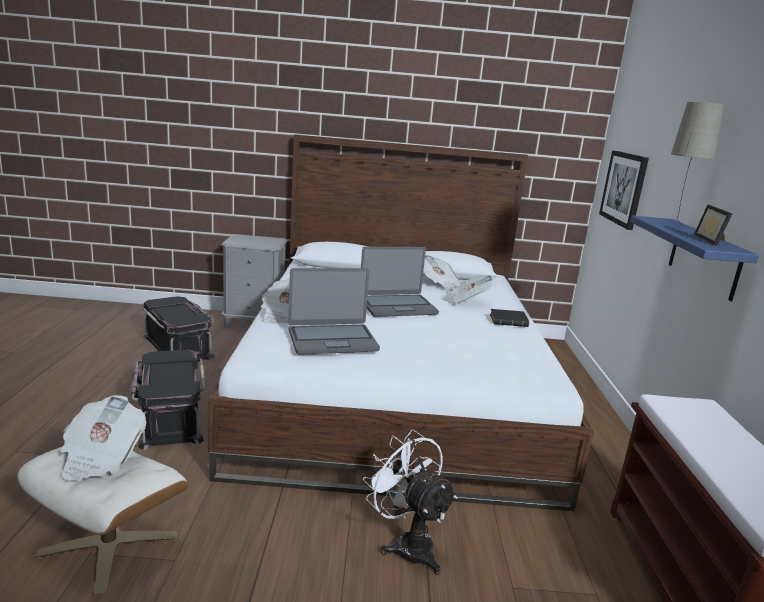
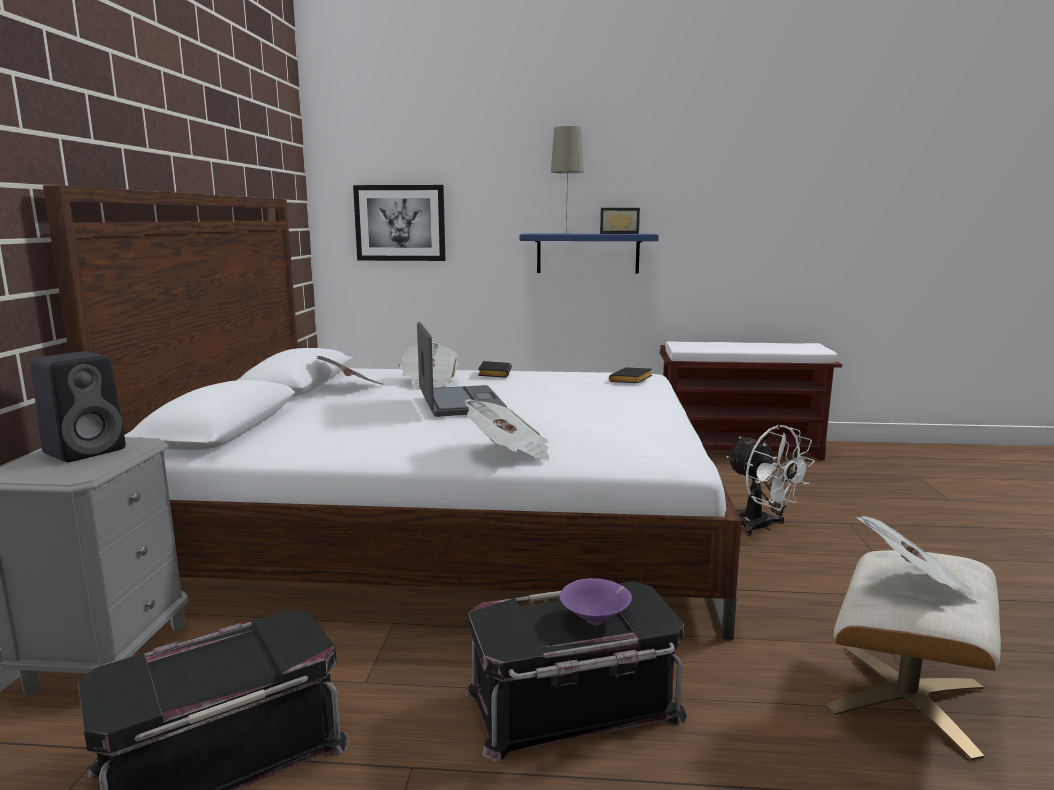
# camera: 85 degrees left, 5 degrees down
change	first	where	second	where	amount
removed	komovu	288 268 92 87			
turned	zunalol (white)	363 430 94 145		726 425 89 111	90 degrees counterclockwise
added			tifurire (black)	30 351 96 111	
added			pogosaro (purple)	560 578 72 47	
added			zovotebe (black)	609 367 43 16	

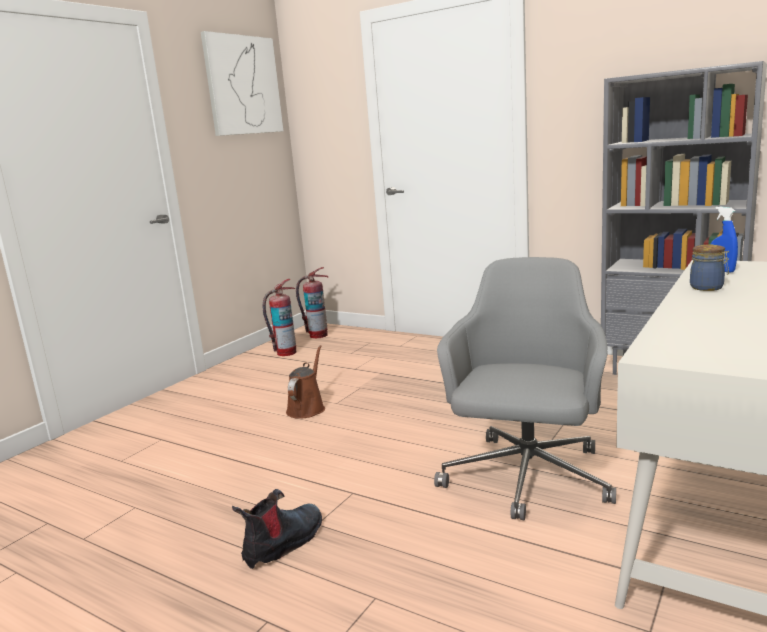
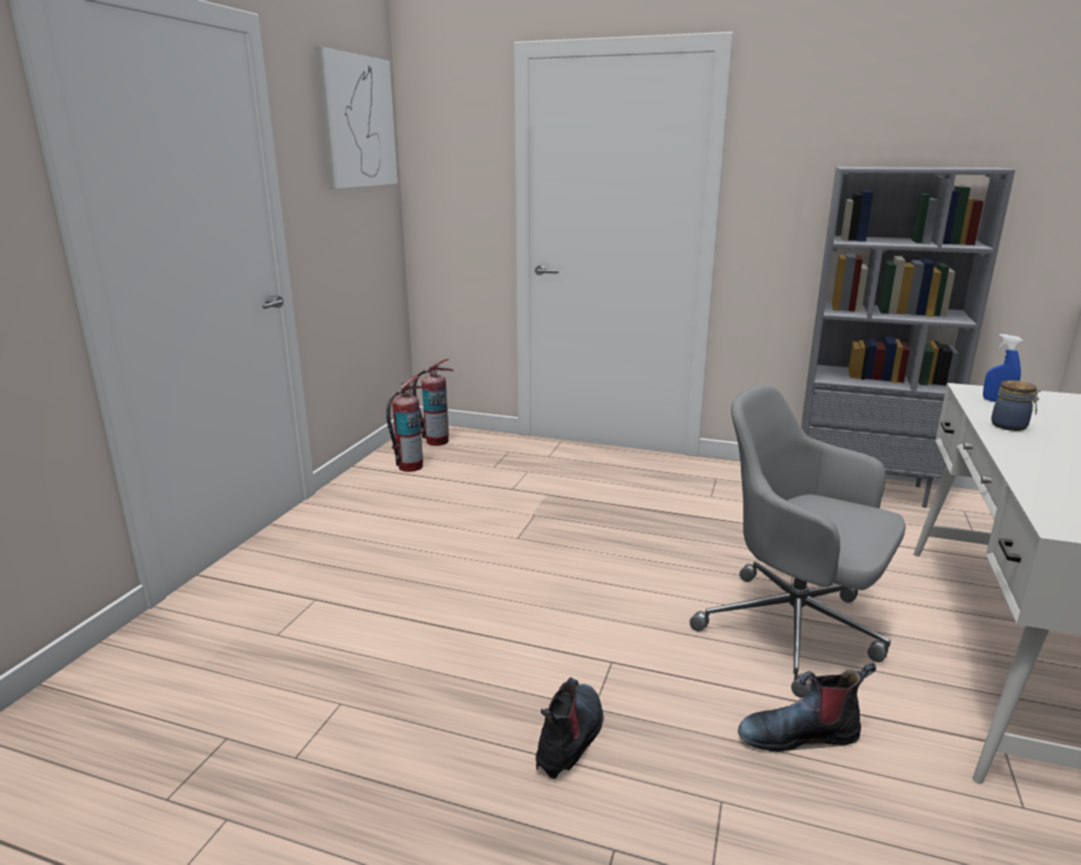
# camera: 15 degrees left, 5 degrees up
change	first	where	second	where	amount
removed	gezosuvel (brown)	286 345 39 74			
turned	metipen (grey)	434 257 182 263		690 385 216 313	60 degrees counterclockwise
added			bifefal	738 663 138 89	

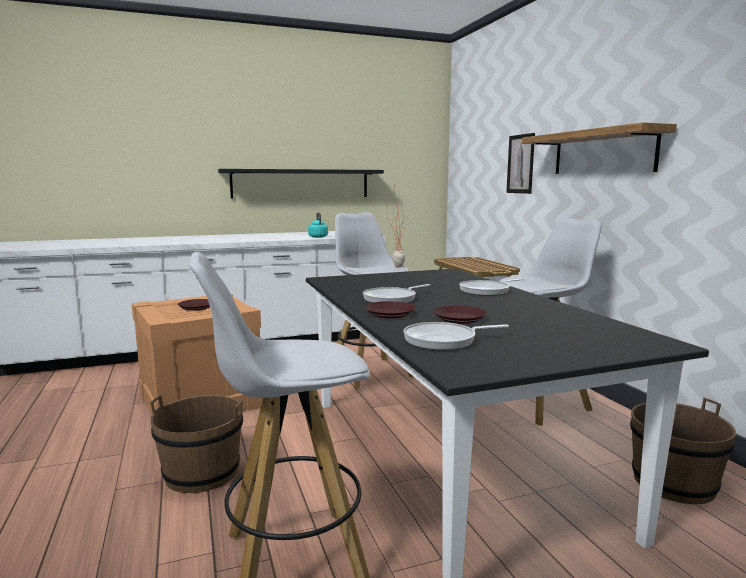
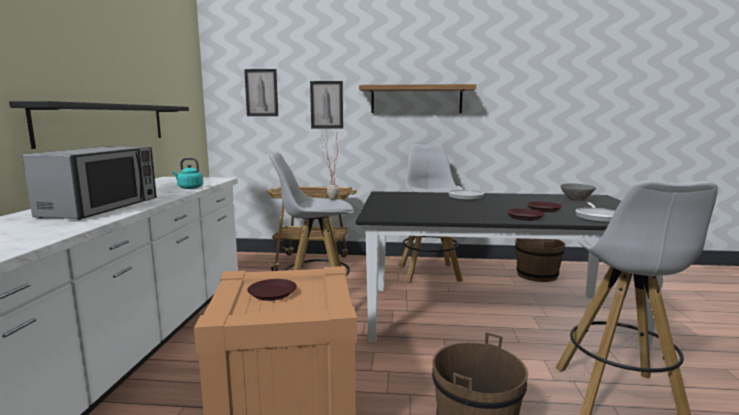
# camera: 65 degrees left, 0 degrees up
change	first	where	second	where	amount
removed	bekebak	363 284 67 19			
added			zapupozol	23 146 134 74	
added			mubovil	244 69 34 47	
added			pogosaro (grey)	560 184 36 17	

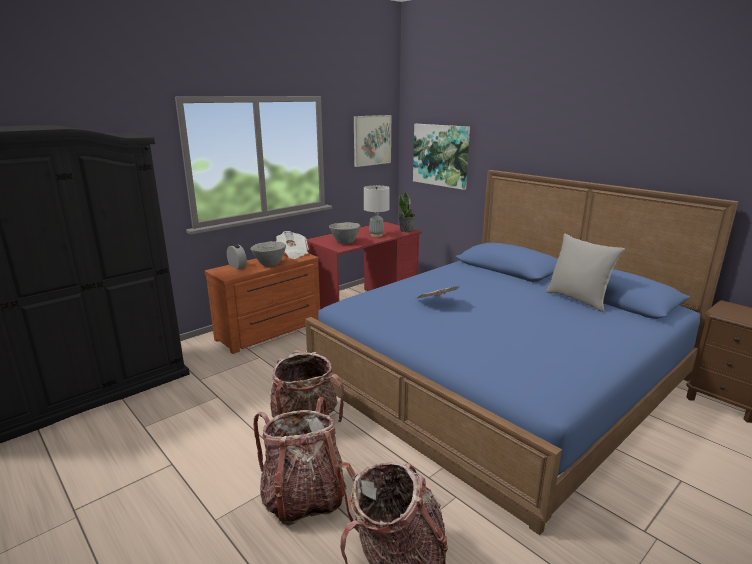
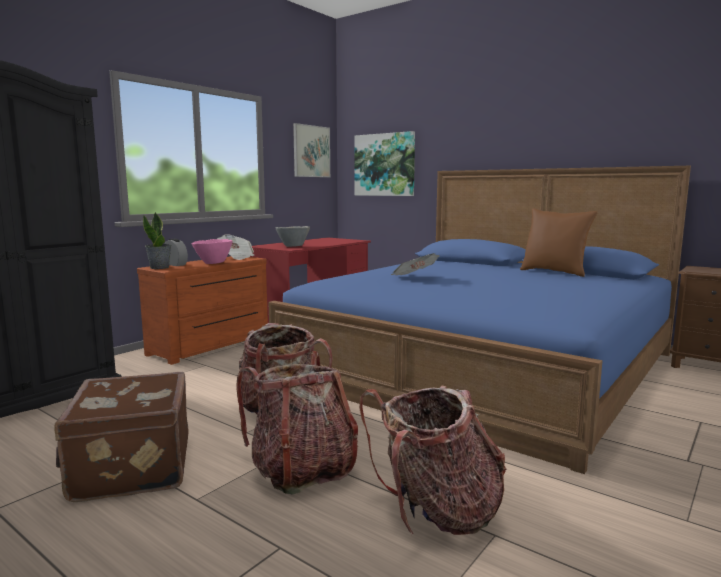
# camera: 10 degrees left, 10 degrees down
change	first	where	second	where	amount
recoloured	pogosaro (grey)	250 241 36 26	pogosaro (pink)	191 239 42 25	
removed	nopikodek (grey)	364 185 26 52			
moved	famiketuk	398 192 18 40		143 212 28 57	
recoloured	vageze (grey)	546 234 79 78	vageze (brown)	520 208 78 69	
added			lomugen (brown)	54 372 135 130	

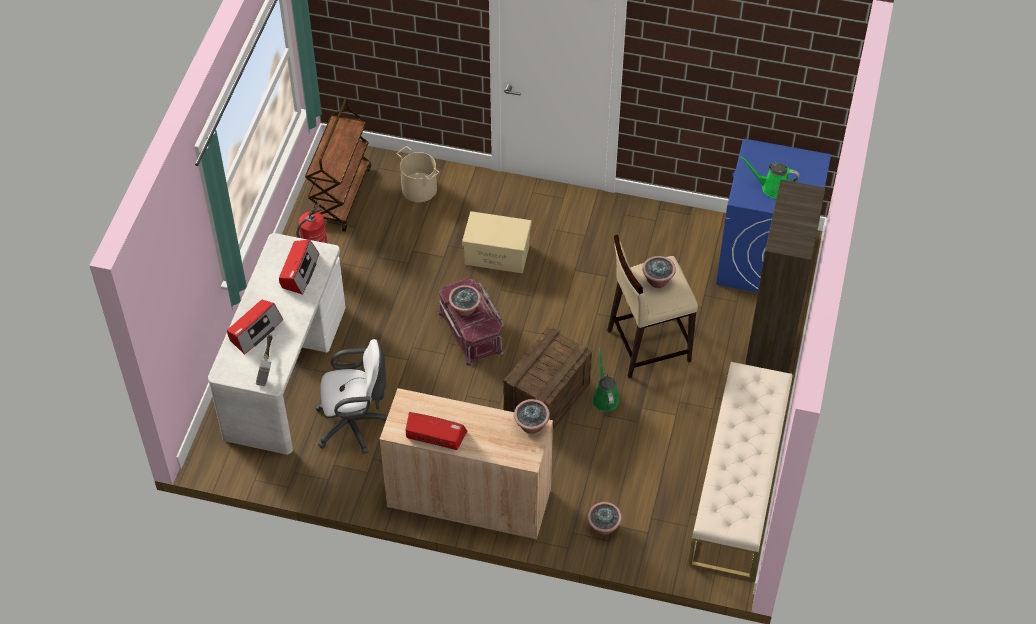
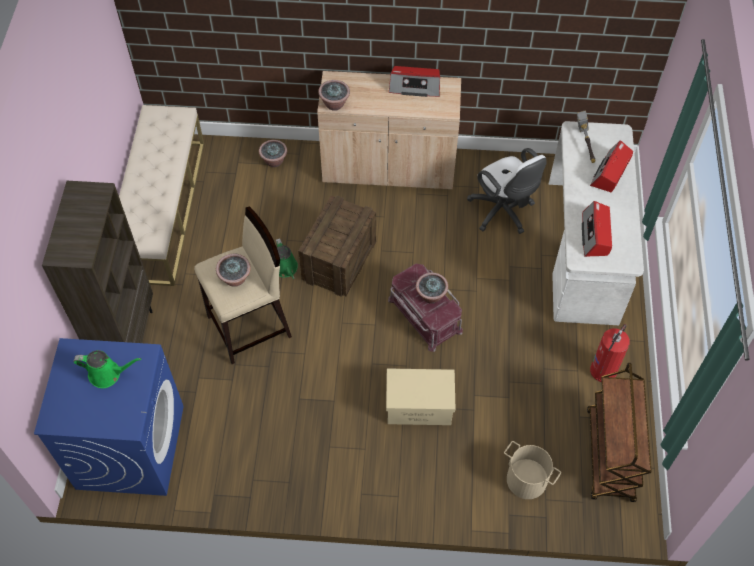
# camera: 170 degrees right, 5 degrees up
change	first	where	second	where	amount
turned	metipen (white)	316 339 71 115		467 148 80 86	105 degrees counterclockwise

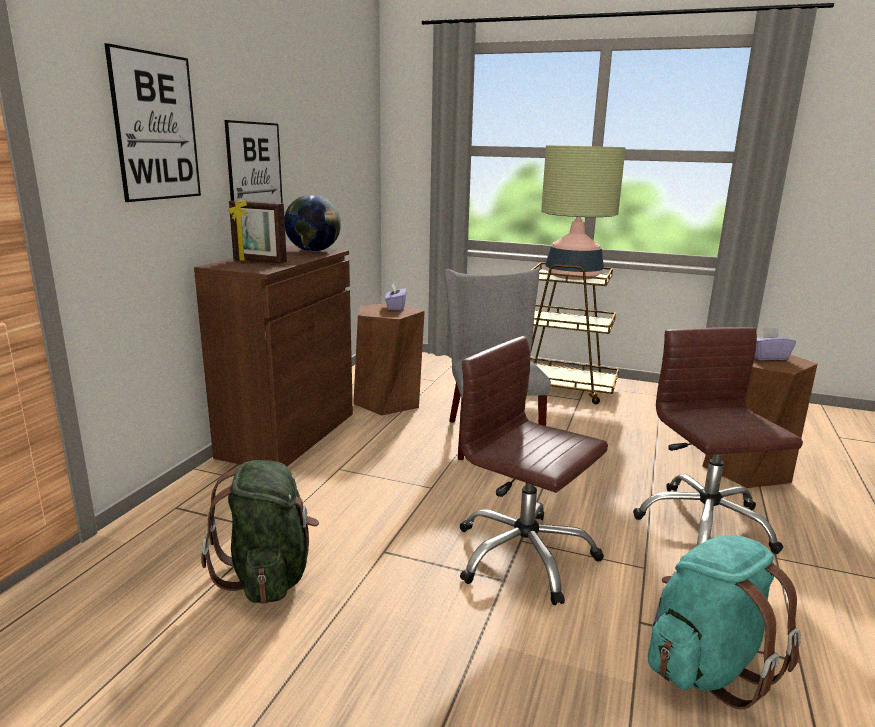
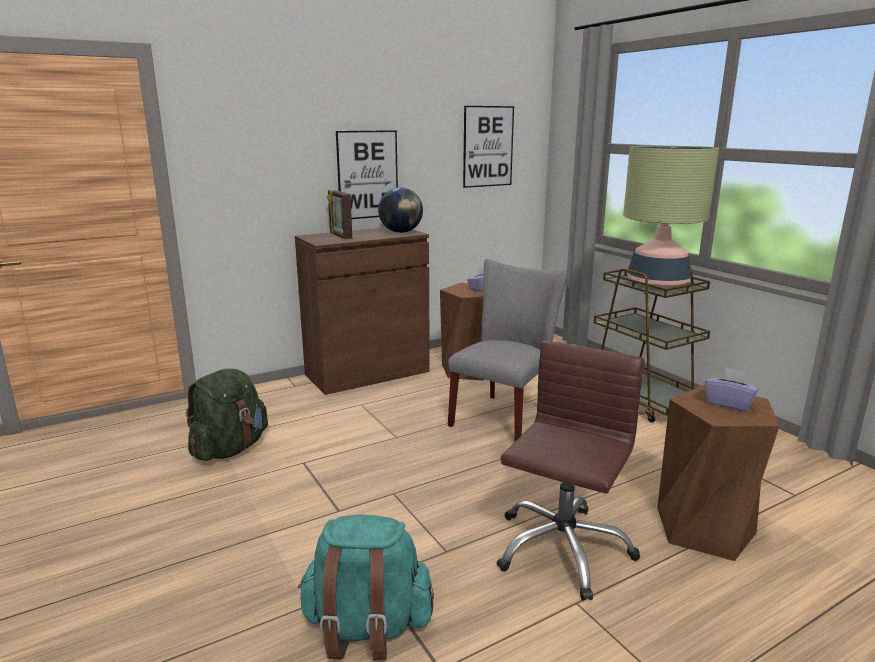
# camera: 40 degrees right, 0 degrees up
change	first	where	second	where	amount
moved	mubovil	104 43 97 159		463 106 51 82	
removed	metipen (brown)	460 336 148 269			

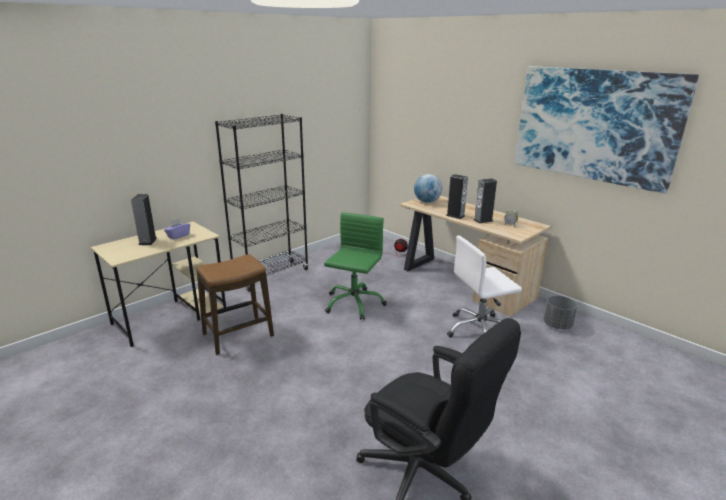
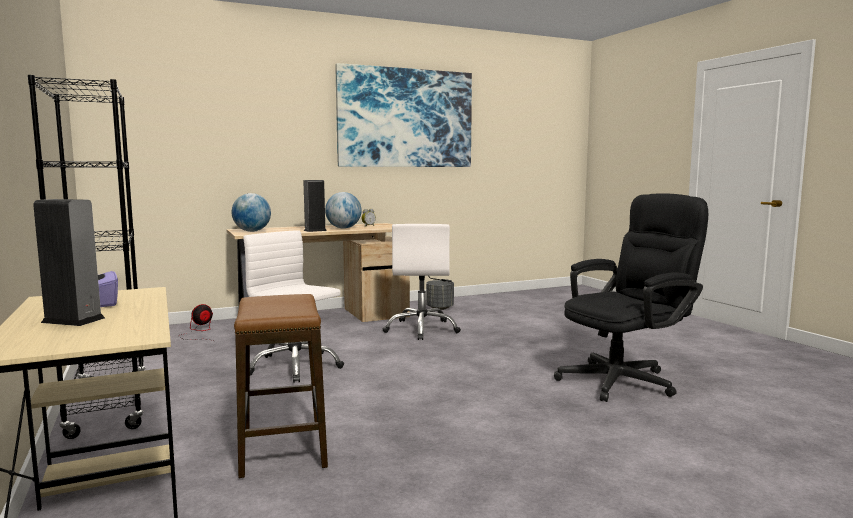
# camera: 70 degrees left, 15 degrees down
change	first	where	second	where	amount
recoloured	metipen (green)	324 212 63 108	metipen (white)	243 230 101 153	
replaced	tifurire	474 178 23 46	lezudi	325 192 37 37	

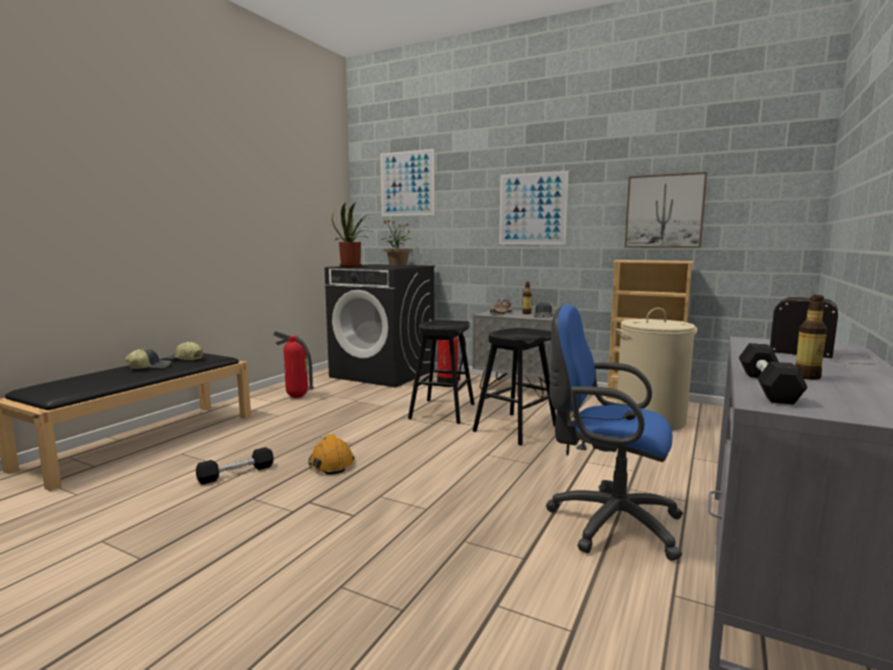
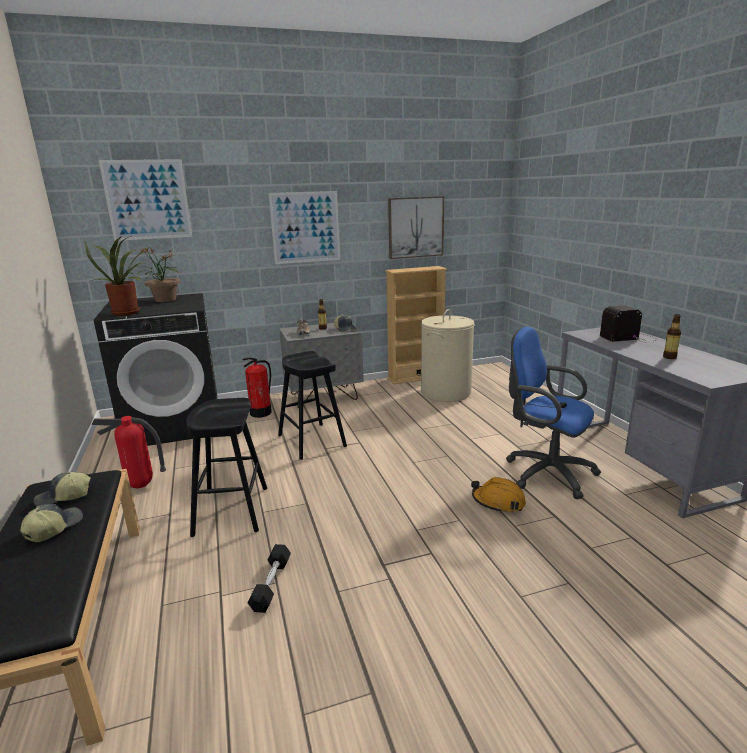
# camera: 45 degrees left, 10 degrees up
change	first	where	second	where	amount
moved	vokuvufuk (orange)	309 434 46 41		471 477 55 36	
moved	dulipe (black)	473 328 83 117		186 398 81 139	
turned	metipen (blue)	546 305 137 256		506 327 95 172	60 degrees clockwise
removed	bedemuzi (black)	739 343 69 62			

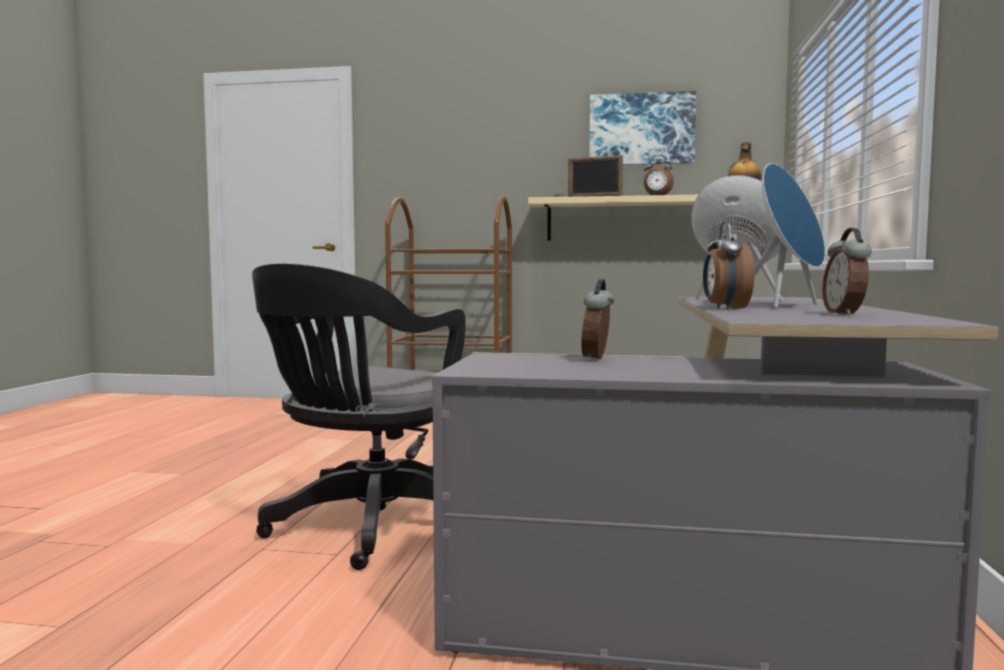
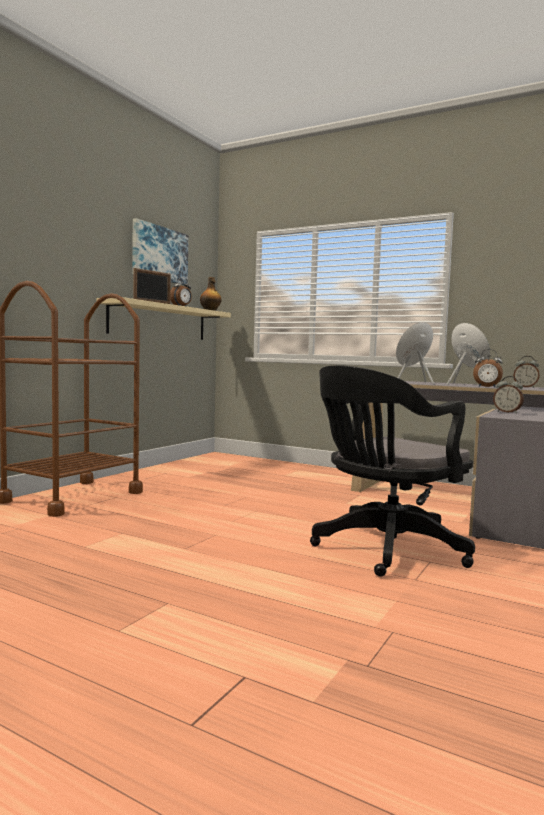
# camera: 70 degrees left, 0 degrees up
change	first	where	second	where	amount
turned	metipen (black)	252 263 214 307		310 365 165 212	90 degrees clockwise

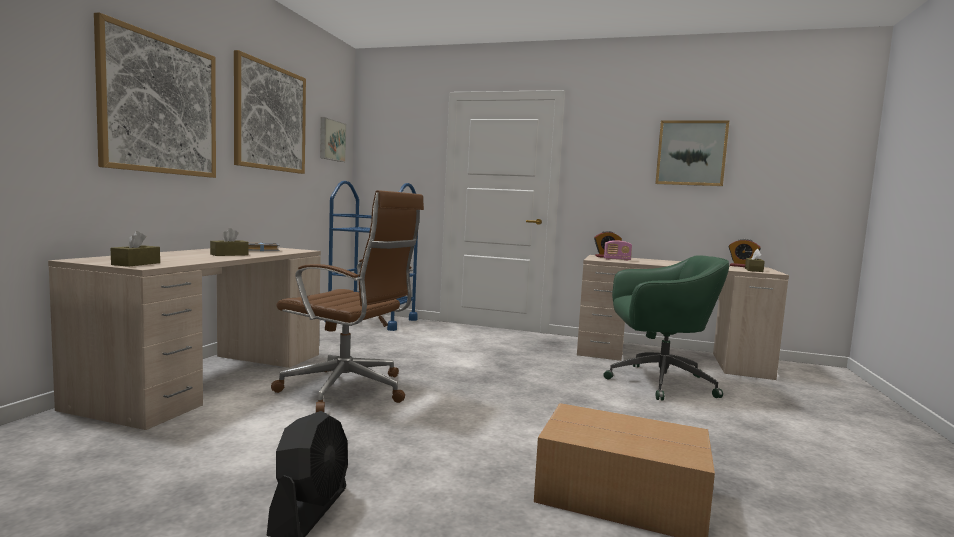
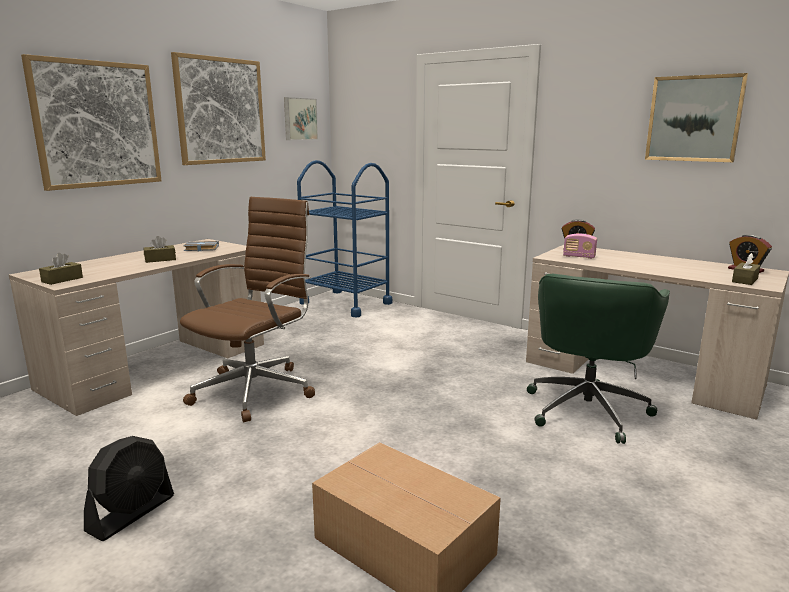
# camera: 20 degrees right, 10 degrees up
change	first	where	second	where	amount
turned	metipen (brown)	271 190 153 222		180 197 135 225	105 degrees counterclockwise
turned	metipen (green)	603 255 126 146		527 274 143 170	90 degrees clockwise

